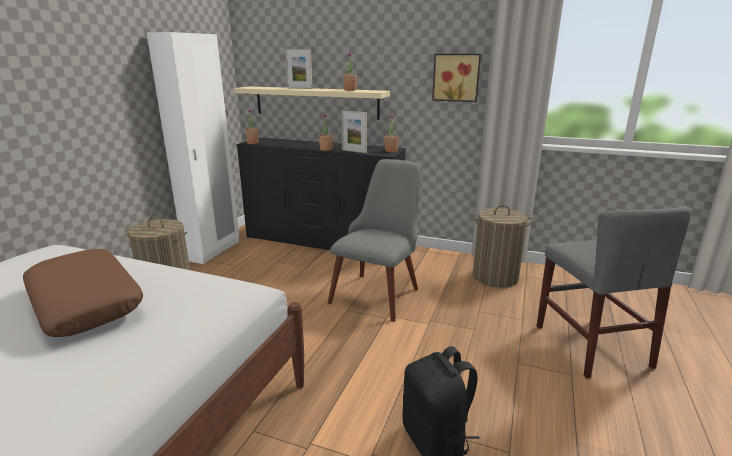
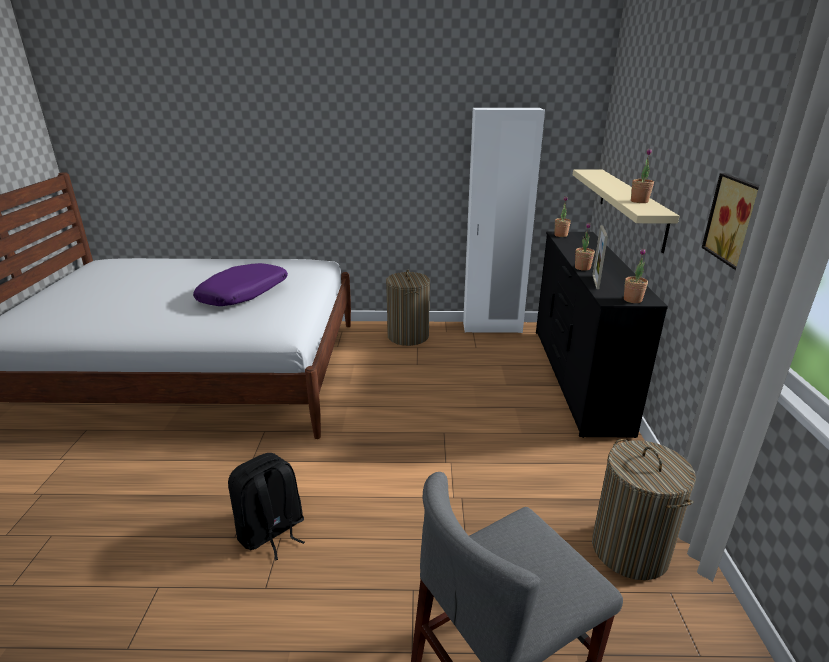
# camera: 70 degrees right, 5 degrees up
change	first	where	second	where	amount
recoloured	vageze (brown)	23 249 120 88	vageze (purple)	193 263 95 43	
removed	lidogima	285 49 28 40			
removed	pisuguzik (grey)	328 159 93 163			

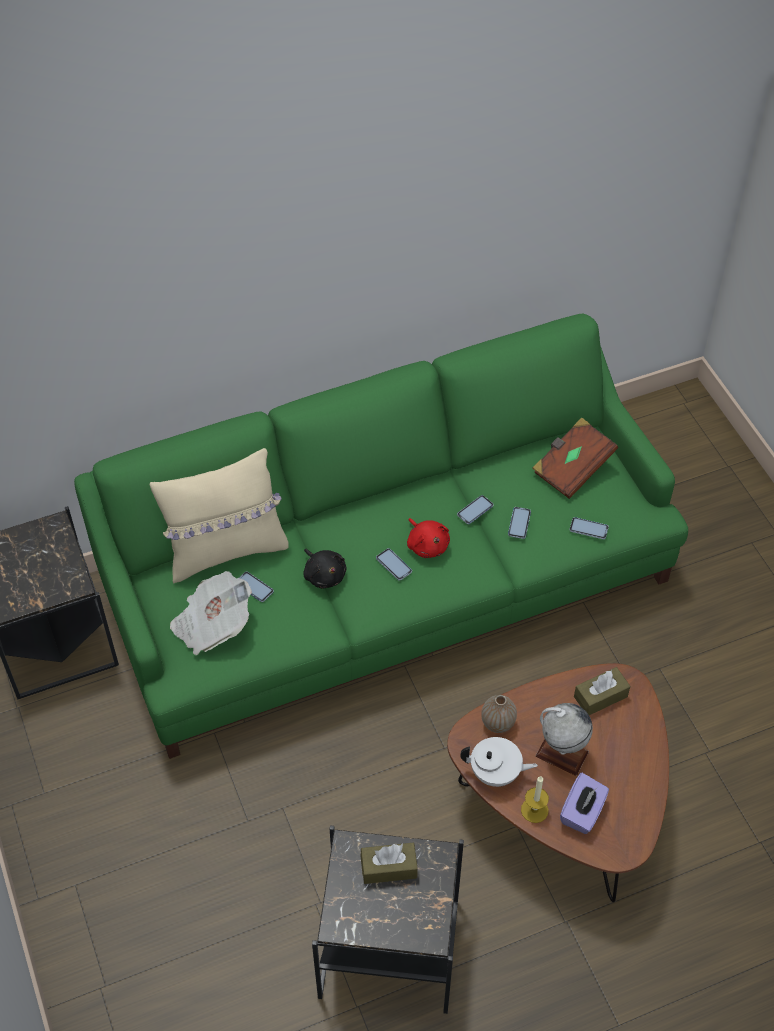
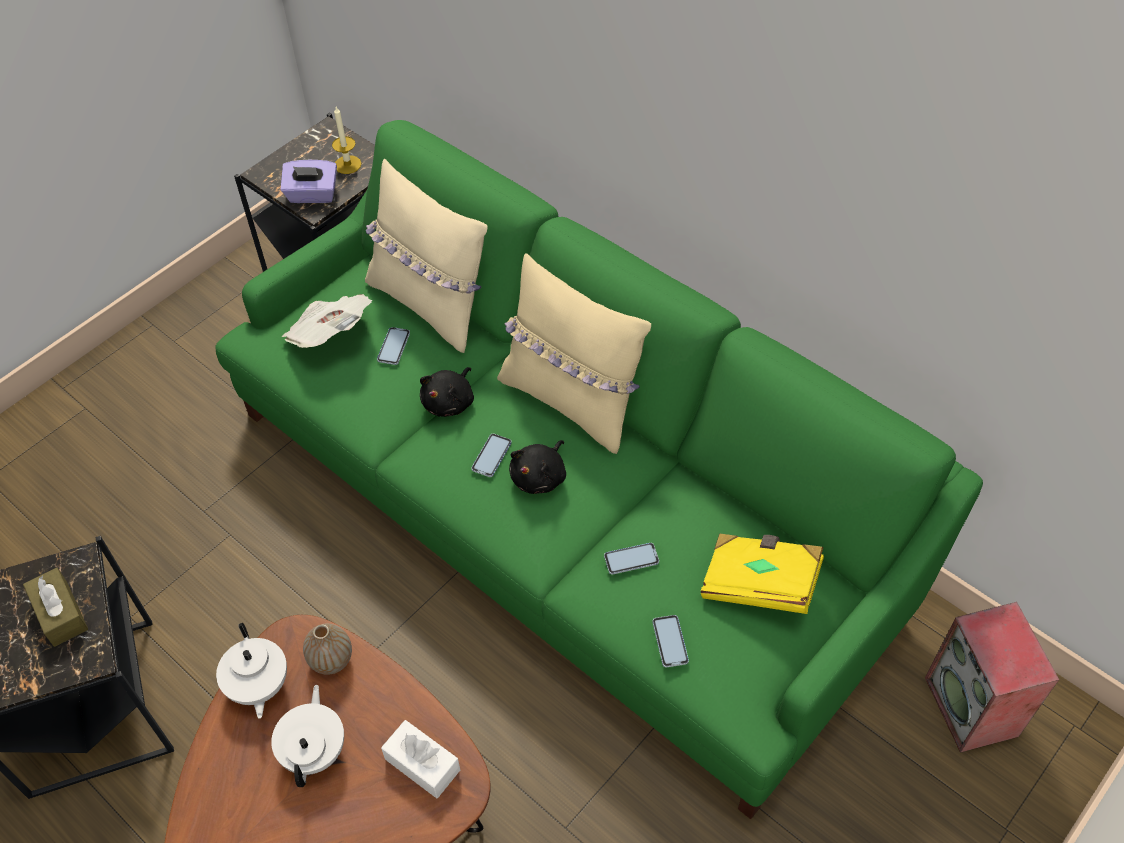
# camera: 65 degrees right, 0 degrees up
change	first	where	second	where	amount
recoloured	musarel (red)	407 518 43 40	musarel (black)	509 440 57 54	
removed	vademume	457 495 37 29			
moved	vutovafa	521 776 28 47		332 107 30 67	
recoloured	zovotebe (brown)	532 418 86 81	zovotebe (yellow)	701 534 123 80	
replaced	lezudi	536 703 57 73	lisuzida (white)	271 685 73 102	
moved	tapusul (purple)	560 773 49 61		281 160 56 43	
recoloured	tapusul (brown)	574 667 56 48	tapusul (white)	381 720 79 78	
added			vageze (beige)	497 253 154 201	
added			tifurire	925 602 134 151	

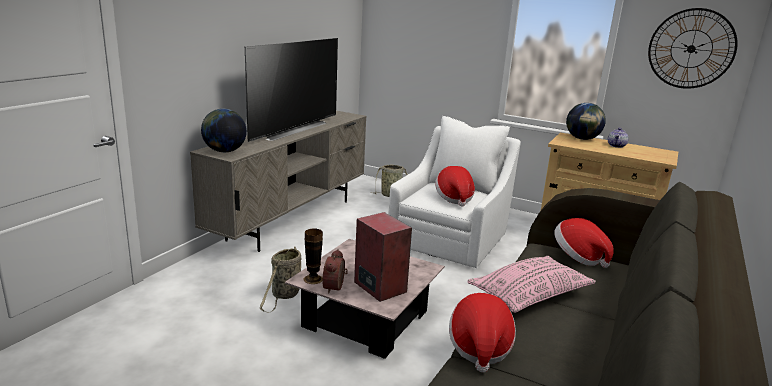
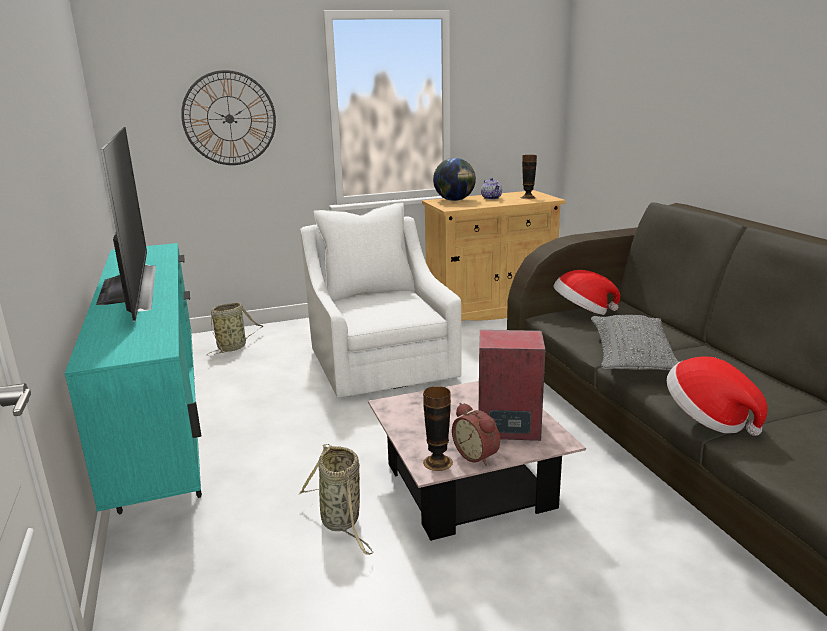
# camera: 45 degrees left, 0 degrees up
change	first	where	second	where	amount
recoloured	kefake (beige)	190 111 176 141	kefake (turquoise)	65 243 137 271	
removed	lezudi	201 109 46 43			
removed	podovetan	435 166 40 40			
recoloured	vageze (pink)	467 256 129 57	vageze (grey)	591 315 88 56	
moved	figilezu	648 8 90 81		181 70 95 95	
added			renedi	520 155 17 44	

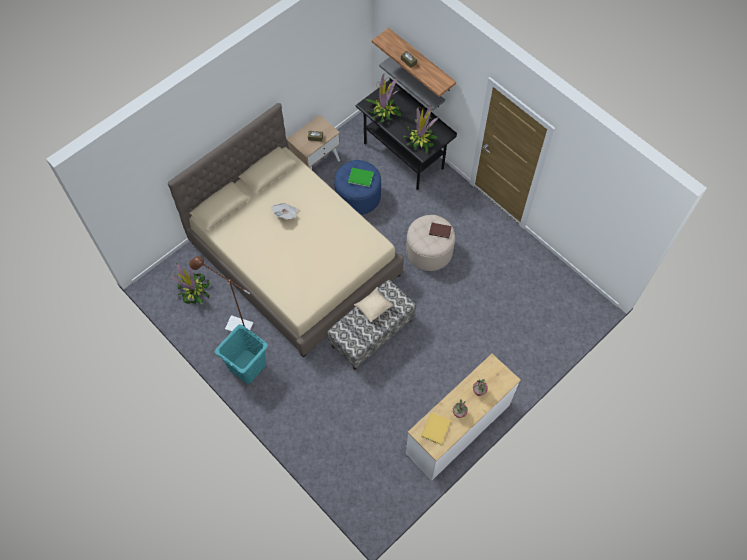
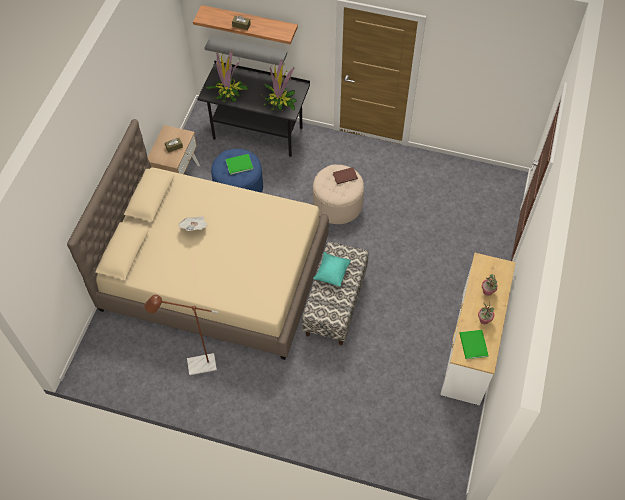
# camera: 30 degrees left, 5 degrees down
change	first	where	second	where	amount
removed	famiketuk	170 263 40 41			
removed	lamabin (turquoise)	215 324 53 60			
recoloured	vageze (beige)	354 287 40 35	vageze (turquoise)	313 252 38 34	
recoloured	zovotebe (yellow)	421 412 30 33	zovotebe (green)	460 330 29 29	

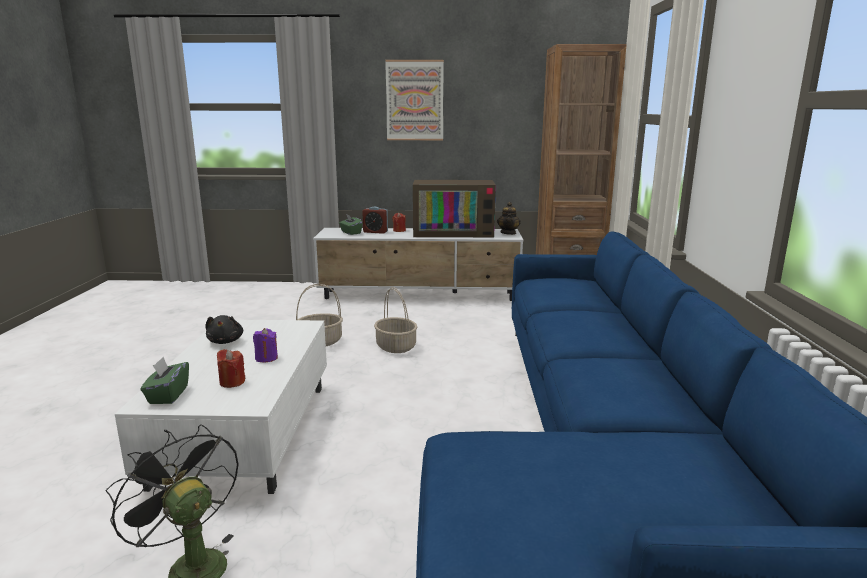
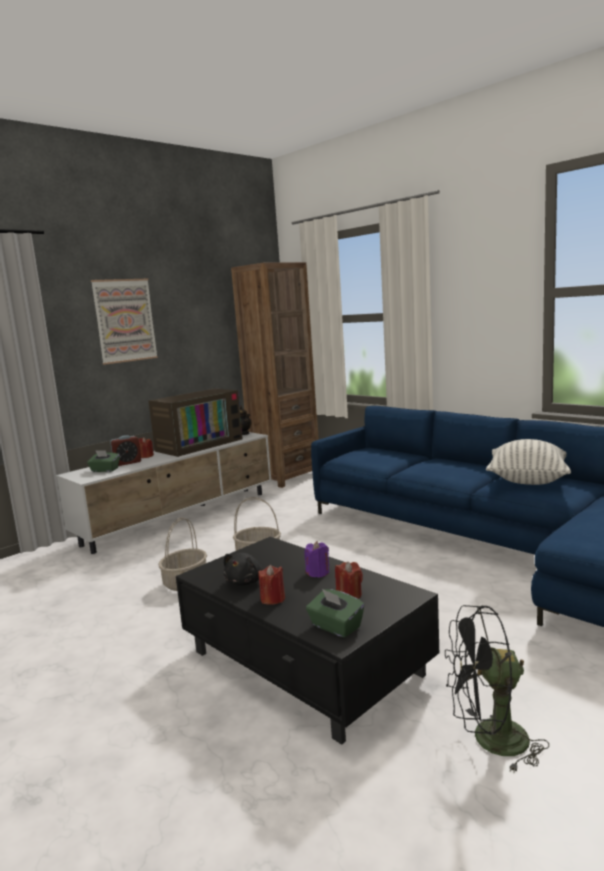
# camera: 45 degrees left, 5 degrees down
change	first	where	second	where	amount
recoloured	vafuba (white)	115 320 212 174	vafuba (black)	176 536 263 209	
turned	musarel (black)	205 315 38 29		224 553 39 33	75 degrees clockwise
added			vutovafa (red)	258 565 27 40	
added			vageze	486 439 85 46	

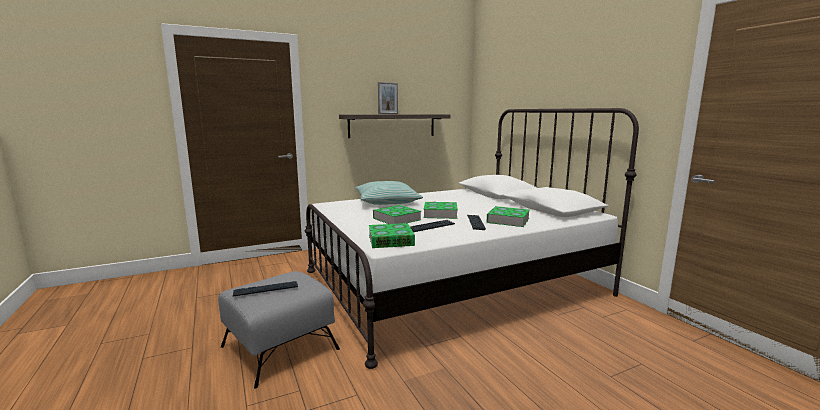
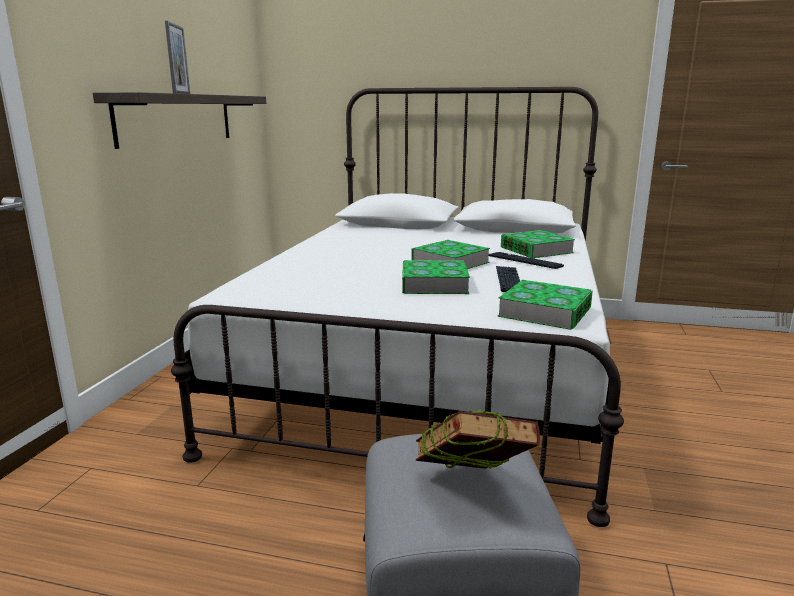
# camera: 50 degrees left, 5 degrees up
change	first	where	second	where	amount
replaced	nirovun	233 281 65 16	zovotebe	416 410 124 59	
removed	vageze	356 181 67 24			

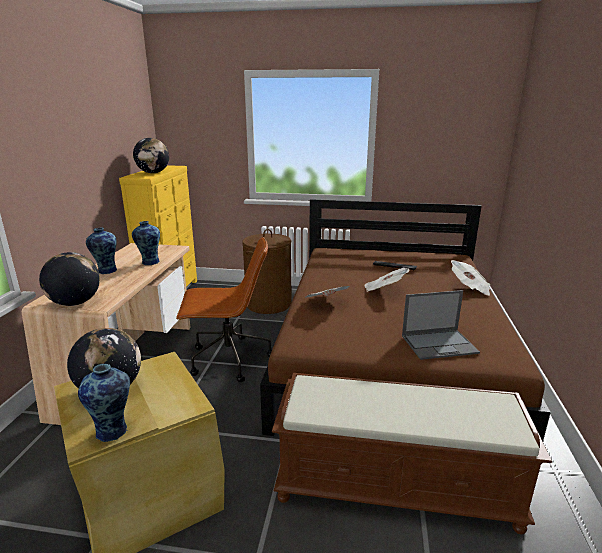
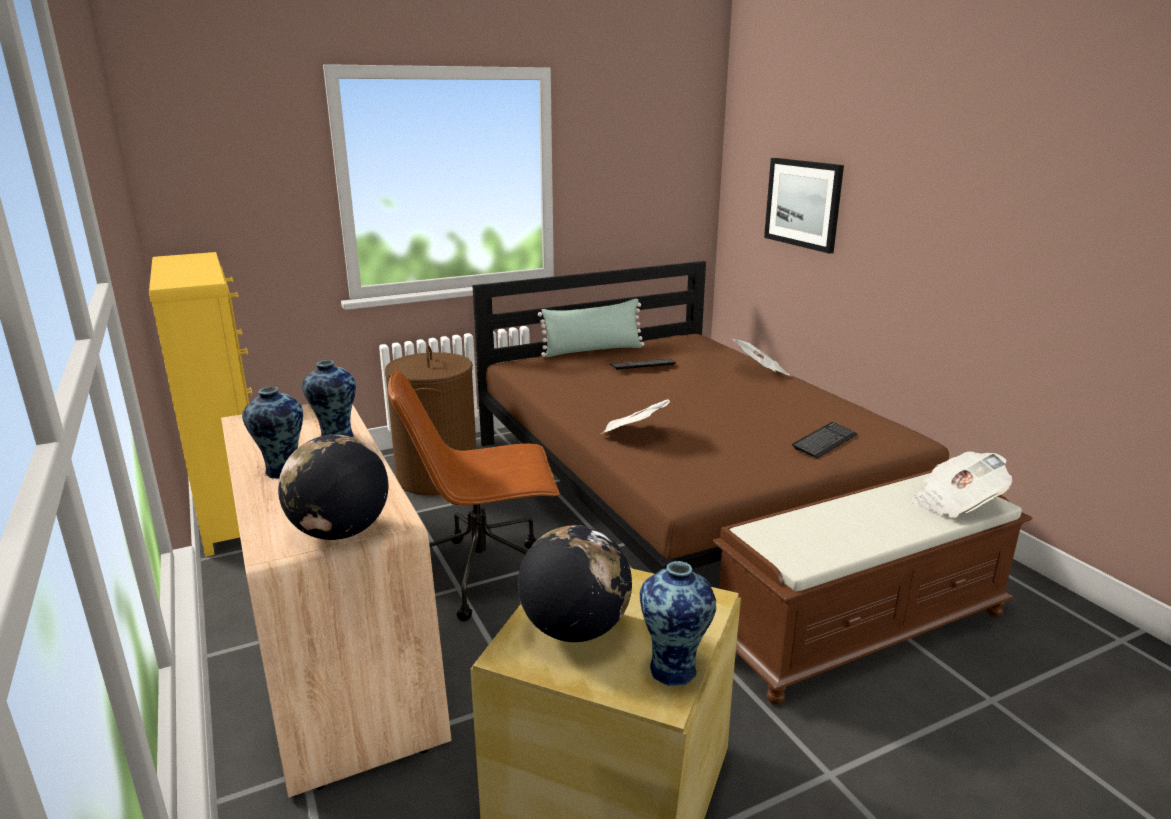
# camera: 35 degrees left, 0 degrees up
change	first	where	second	where	amount
removed	lezudi	133 138 36 35			
turned	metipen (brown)	176 237 96 145		388 369 172 252	150 degrees counterclockwise
moved	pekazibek	365 267 44 25		911 451 101 67	
replaced	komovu	402 290 78 70	nirovun	792 422 65 37	
added			vageze (green)	538 299 106 58	
added			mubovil	764 158 80 96	

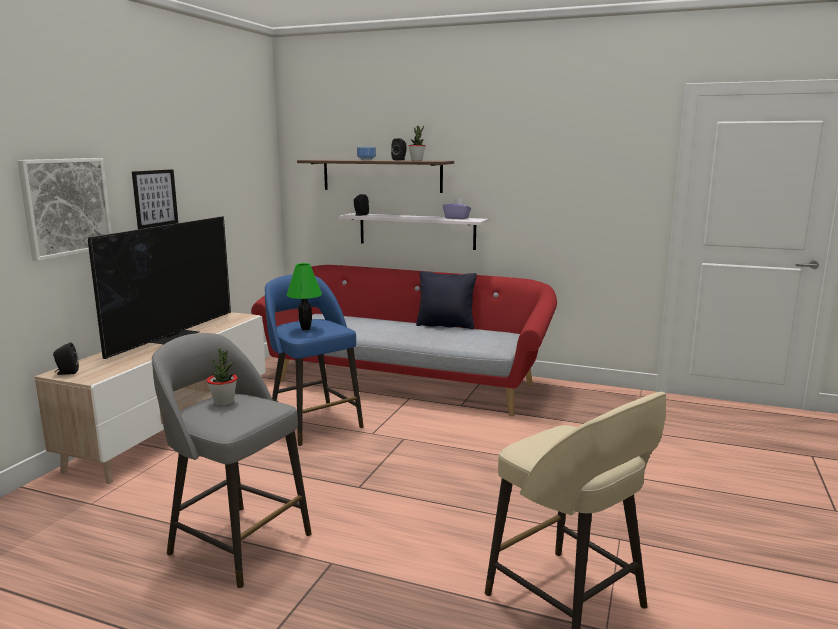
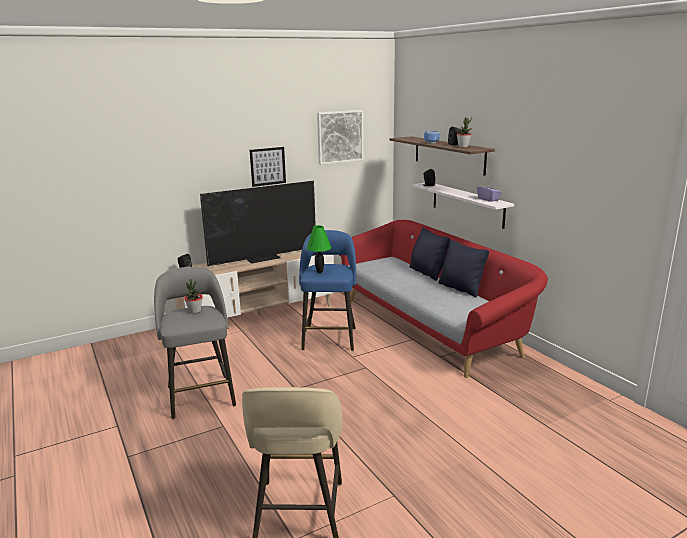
# camera: 40 degrees right, 5 degrees up
change	first	where	second	where	amount
moved	mubovil	17 158 95 103		317 110 46 55	
added			vageze (black)	410 228 40 53	

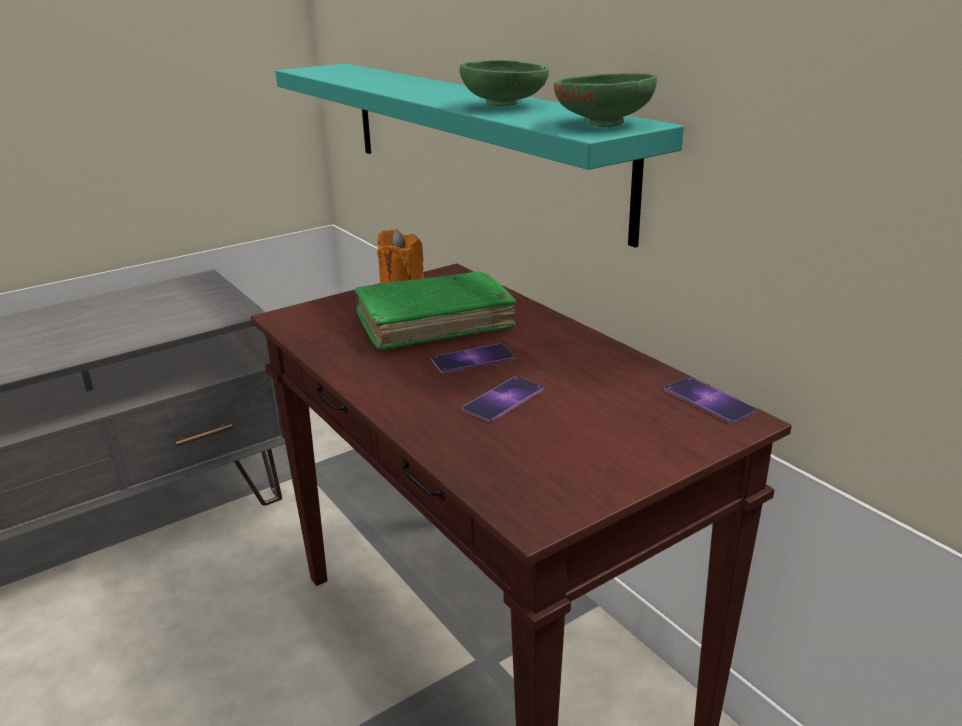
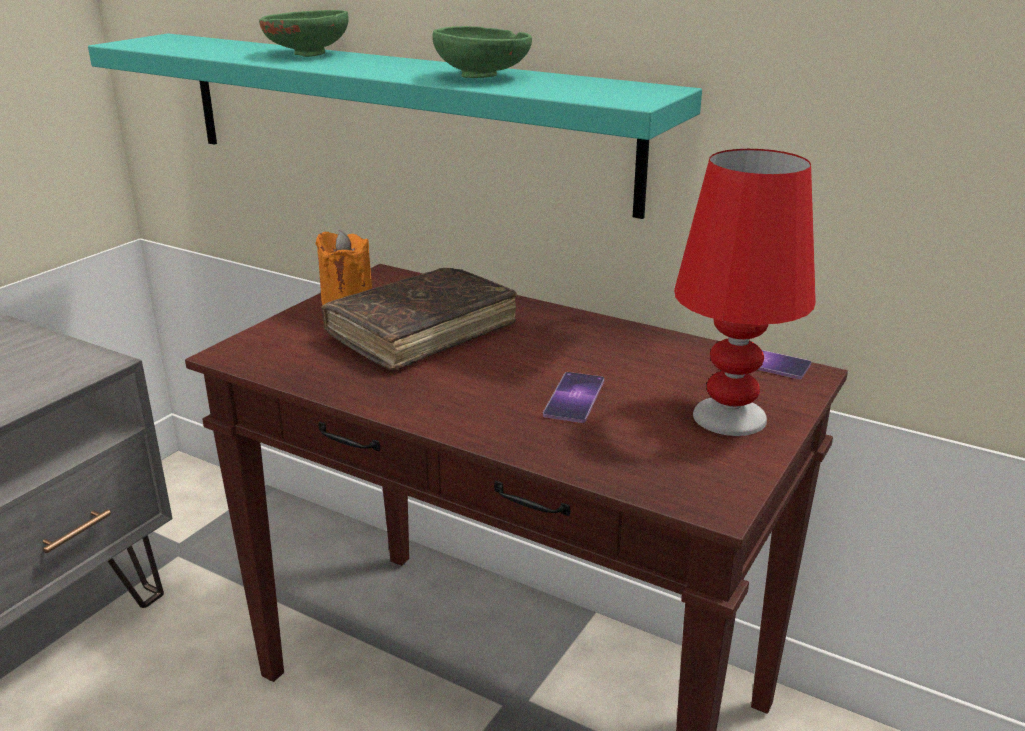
# camera: 25 degrees left, 0 degrees up
change	first	where	second	where	amount
recoloured	zovotebe (green)	354 272 162 78	zovotebe (brown)	321 268 196 102	
removed	vademume	431 344 83 30			
moved	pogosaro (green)	554 73 103 54		259 10 90 47	
added			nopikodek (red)	674 149 142 287	

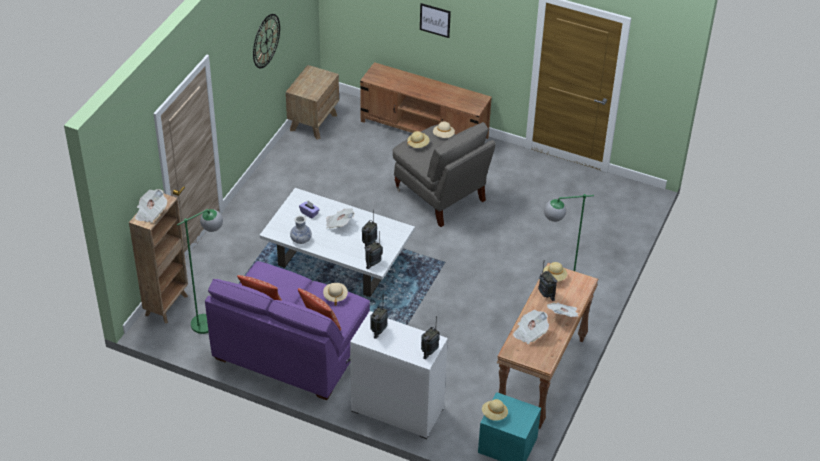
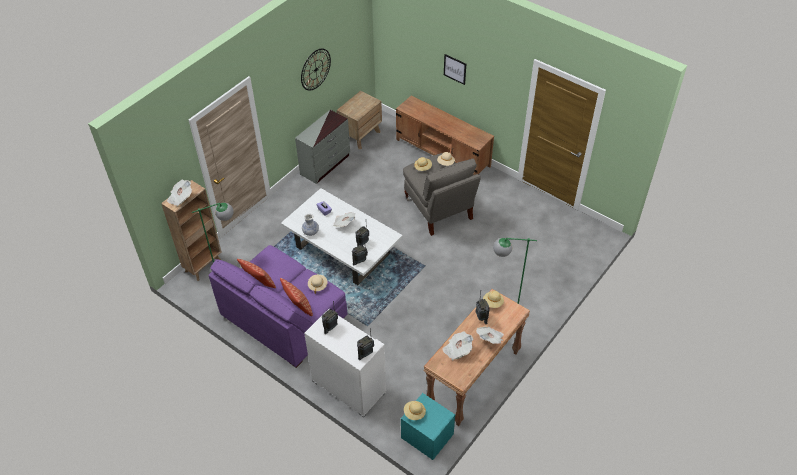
# camera: 15 degrees right, 5 degrees up
change	first	where	second	where	amount
added			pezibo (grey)	295 110 55 74	

